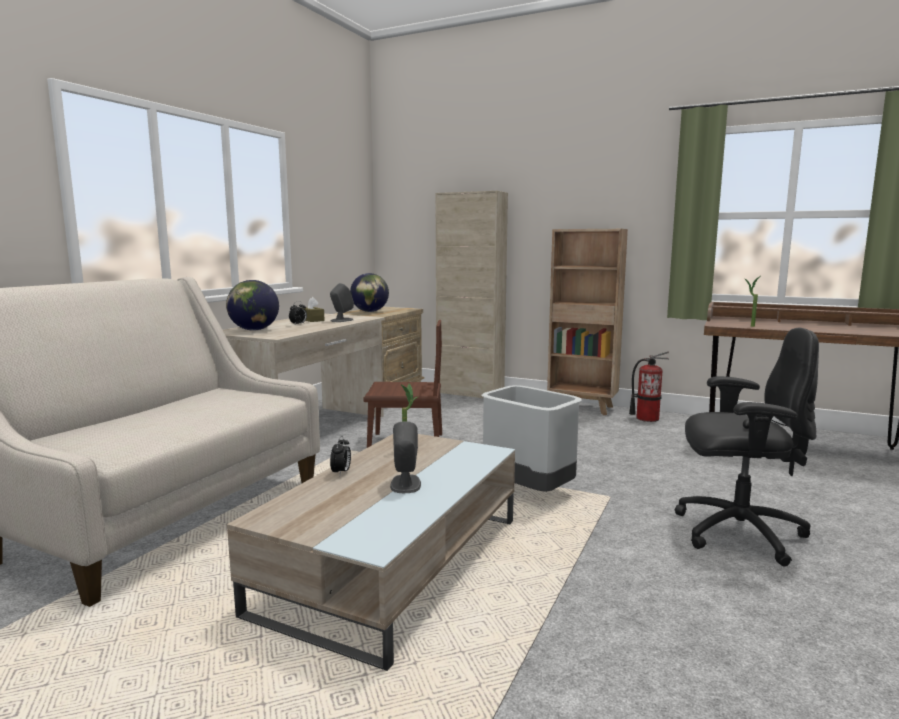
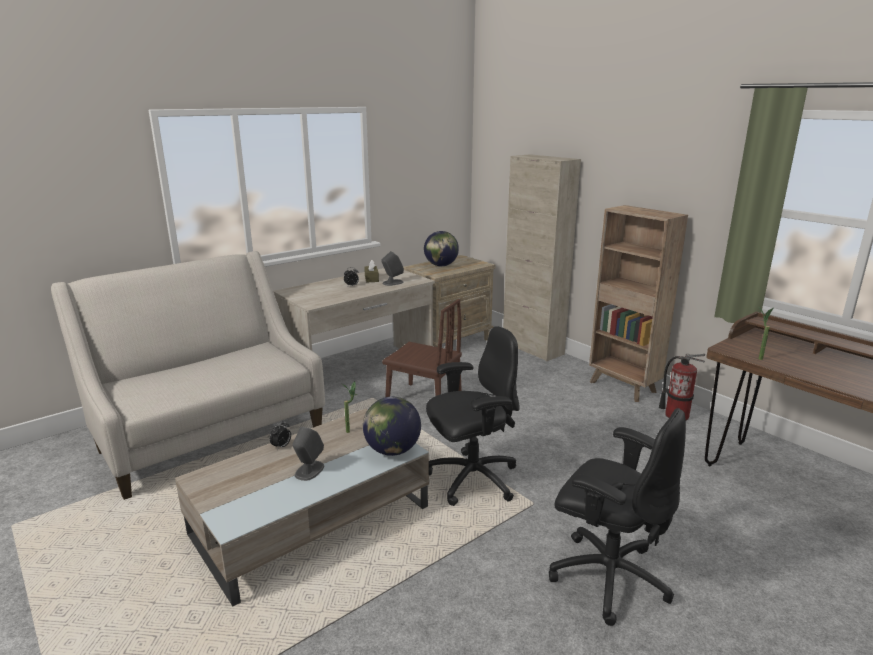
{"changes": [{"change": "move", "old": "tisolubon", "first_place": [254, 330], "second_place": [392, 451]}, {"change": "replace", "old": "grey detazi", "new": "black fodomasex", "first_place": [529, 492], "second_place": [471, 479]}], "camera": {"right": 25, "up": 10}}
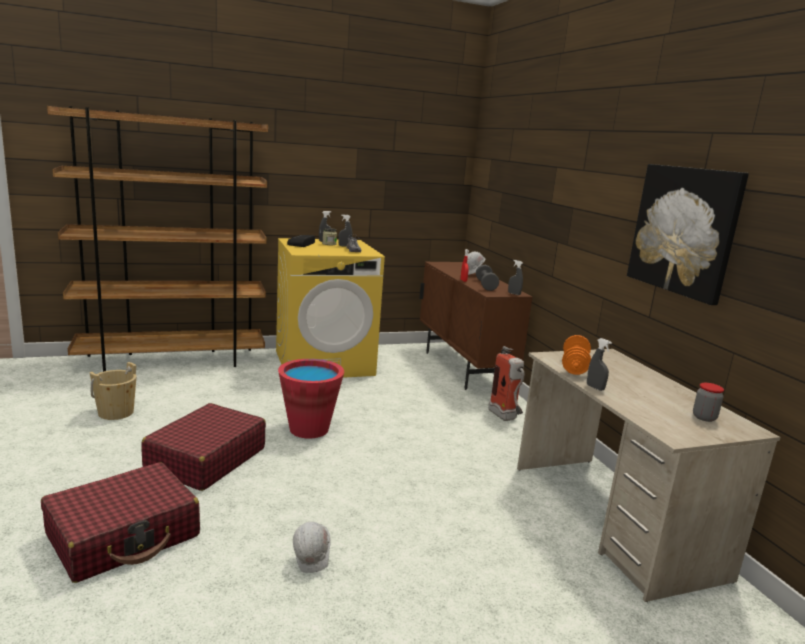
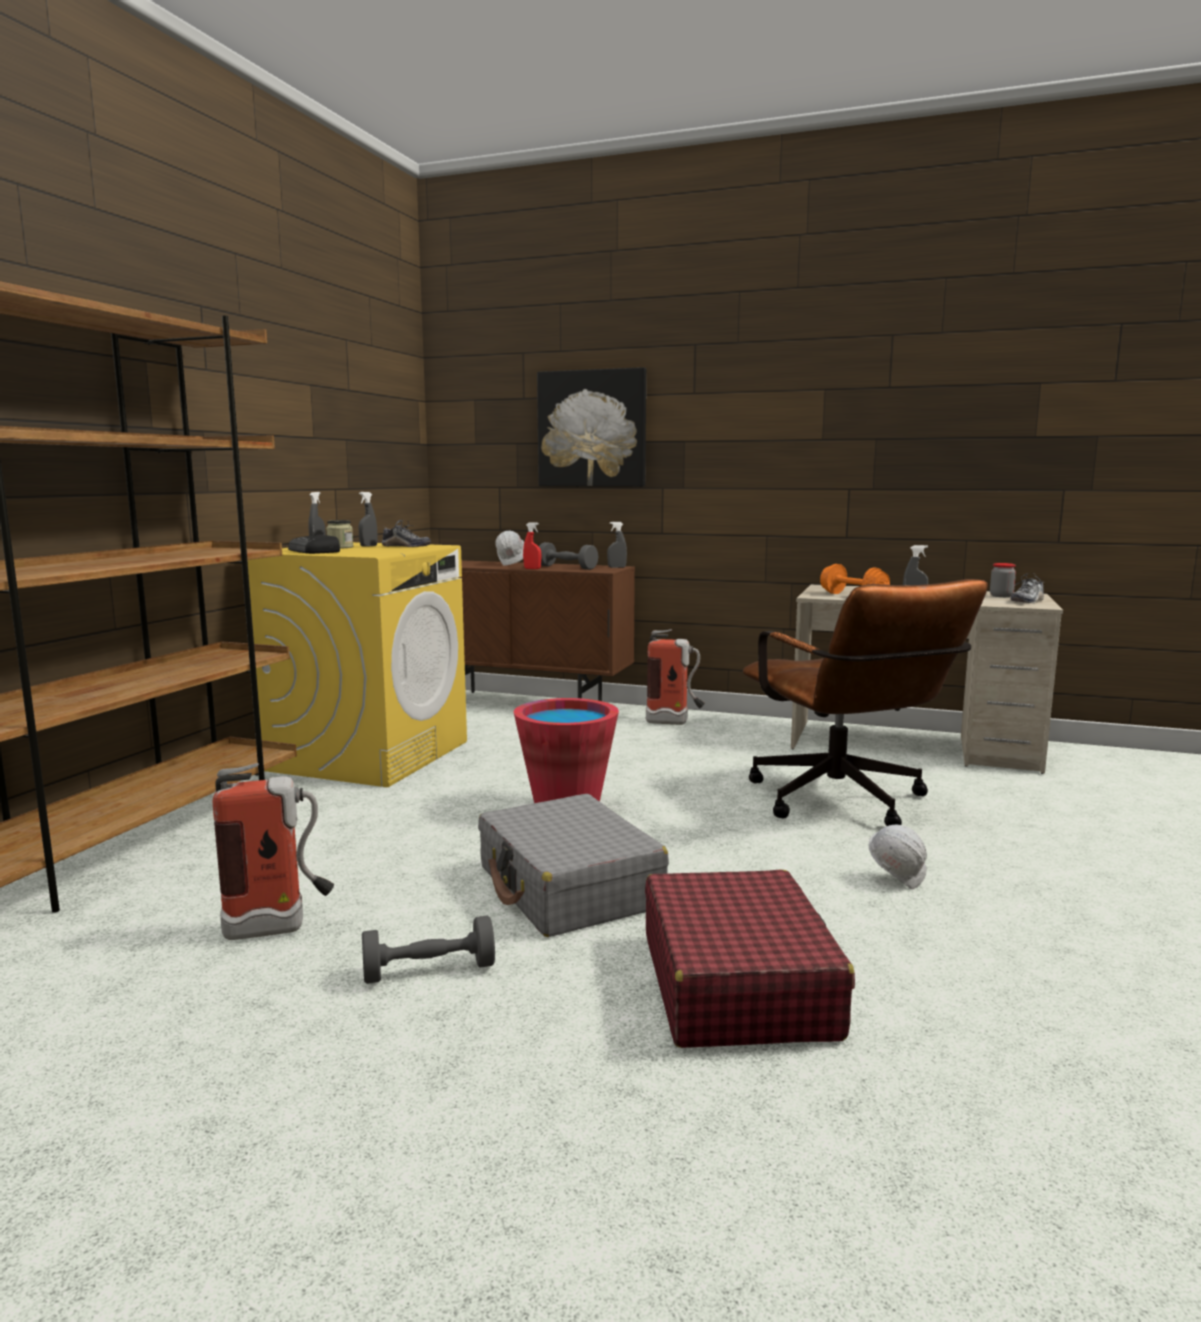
{"changes": [{"change": "replace", "old": "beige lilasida", "new": "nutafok", "first_place": [116, 412], "second_place": [280, 928]}, {"change": "recolor", "old": "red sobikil", "new": "grey sobikil", "first_place": [206, 459], "second_place": [569, 888]}, {"change": "move", "old": "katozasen", "first_place": [684, 230], "second_place": [592, 429]}, {"change": "insert", "new": "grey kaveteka", "second_place": [429, 971]}, {"change": "insert", "new": "brown fodomasex", "second_place": [845, 804]}, {"change": "insert", "new": "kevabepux", "second_place": [1028, 601]}], "camera": {"right": -50, "up": -5}}
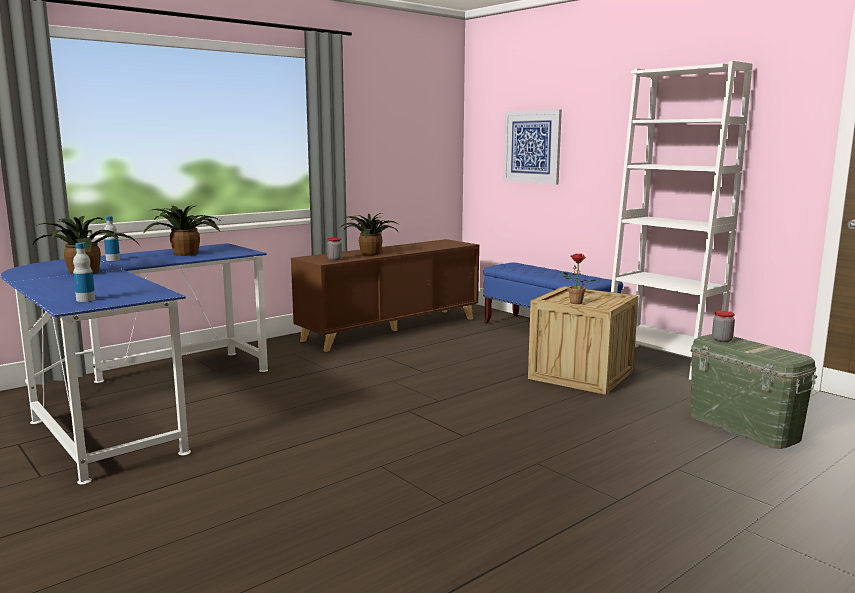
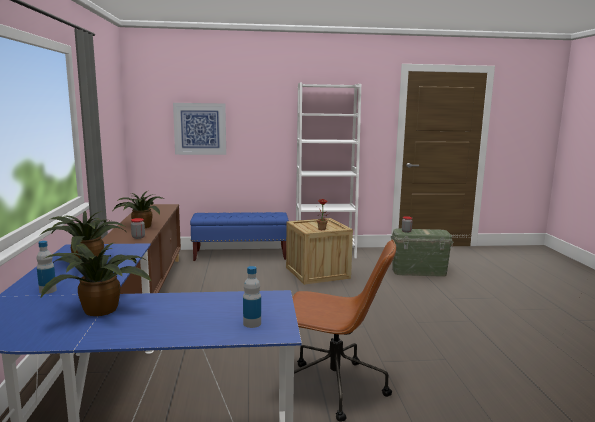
{"changes": [{"change": "insert", "new": "brown fodomasex", "second_place": [332, 387]}], "camera": {"right": -55, "up": 0}}
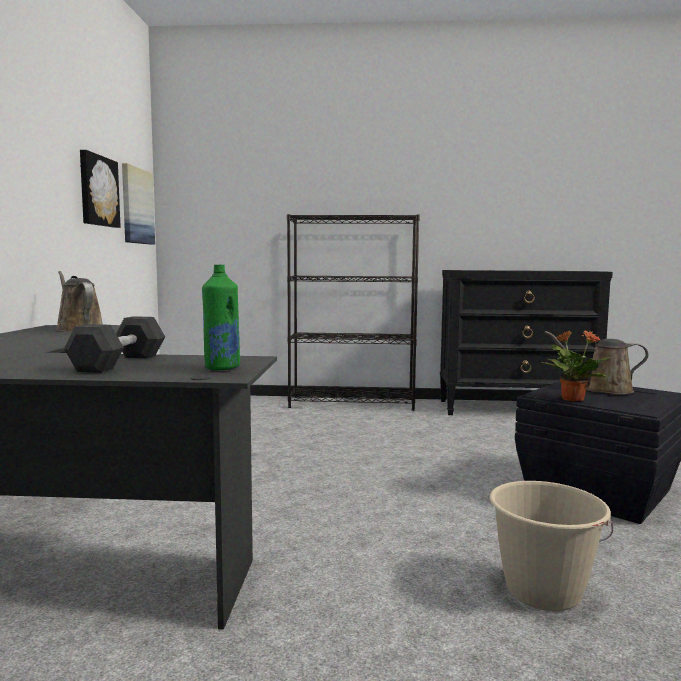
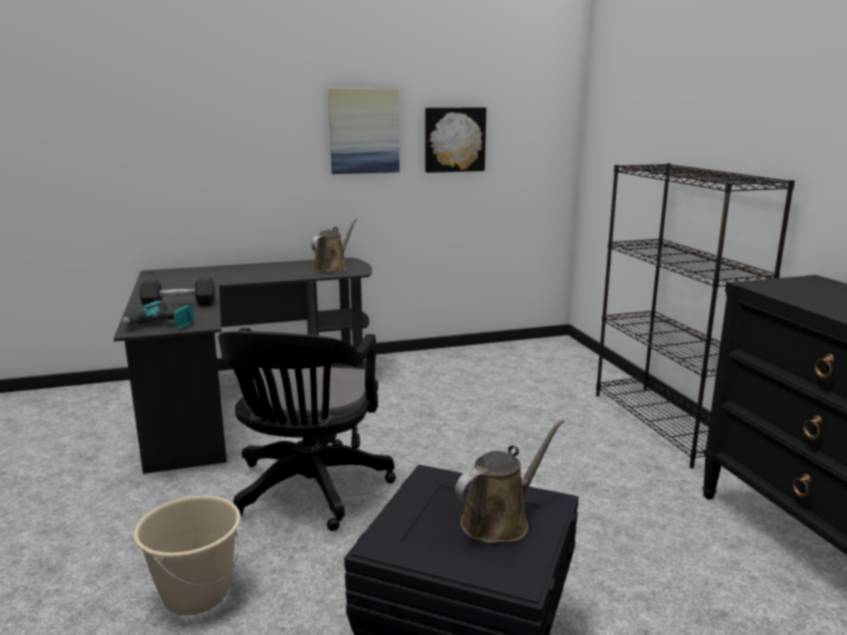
{"changes": [{"change": "move", "old": "katozasen", "first_place": [137, 206], "second_place": [364, 131]}, {"change": "replace", "old": "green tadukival", "new": "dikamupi", "first_place": [221, 368], "second_place": [160, 325]}, {"change": "delete", "old": "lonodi", "first_place": [572, 399]}, {"change": "rotate", "old": "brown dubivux", "first_place": [602, 389], "second_place": [500, 521], "degrees": 60}, {"change": "insert", "new": "black fodomasex", "second_place": [308, 491]}], "camera": {"right": 70, "up": 10}}
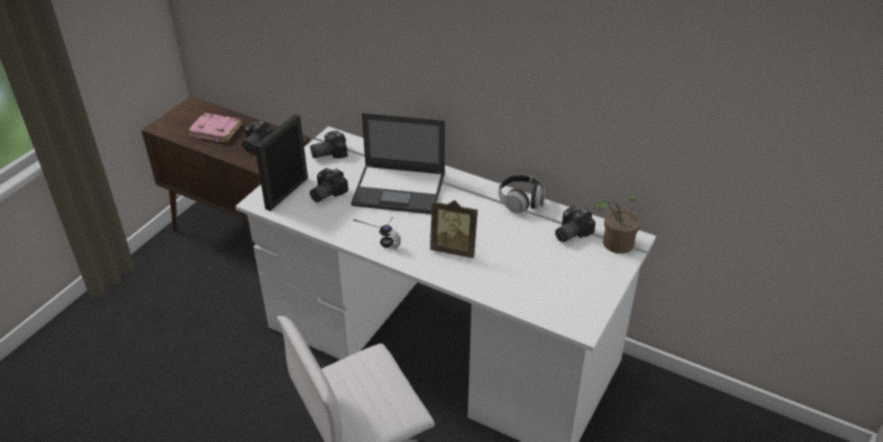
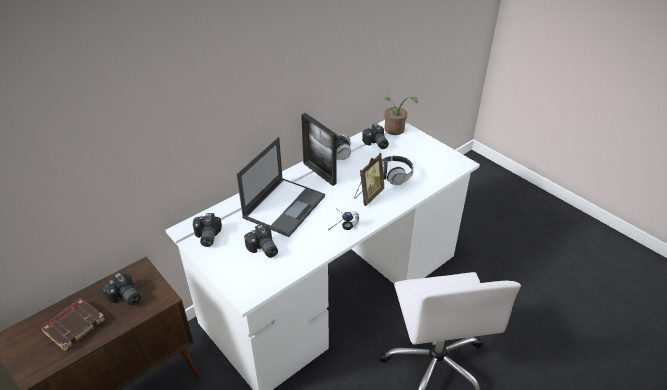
{"changes": [{"change": "recolor", "old": "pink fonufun", "new": "brown fonufun", "first_place": [216, 130], "second_place": [74, 325]}, {"change": "move", "old": "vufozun", "first_place": [287, 193], "second_place": [319, 173]}, {"change": "insert", "new": "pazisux", "second_place": [394, 176]}], "camera": {"right": -70, "up": 0}}
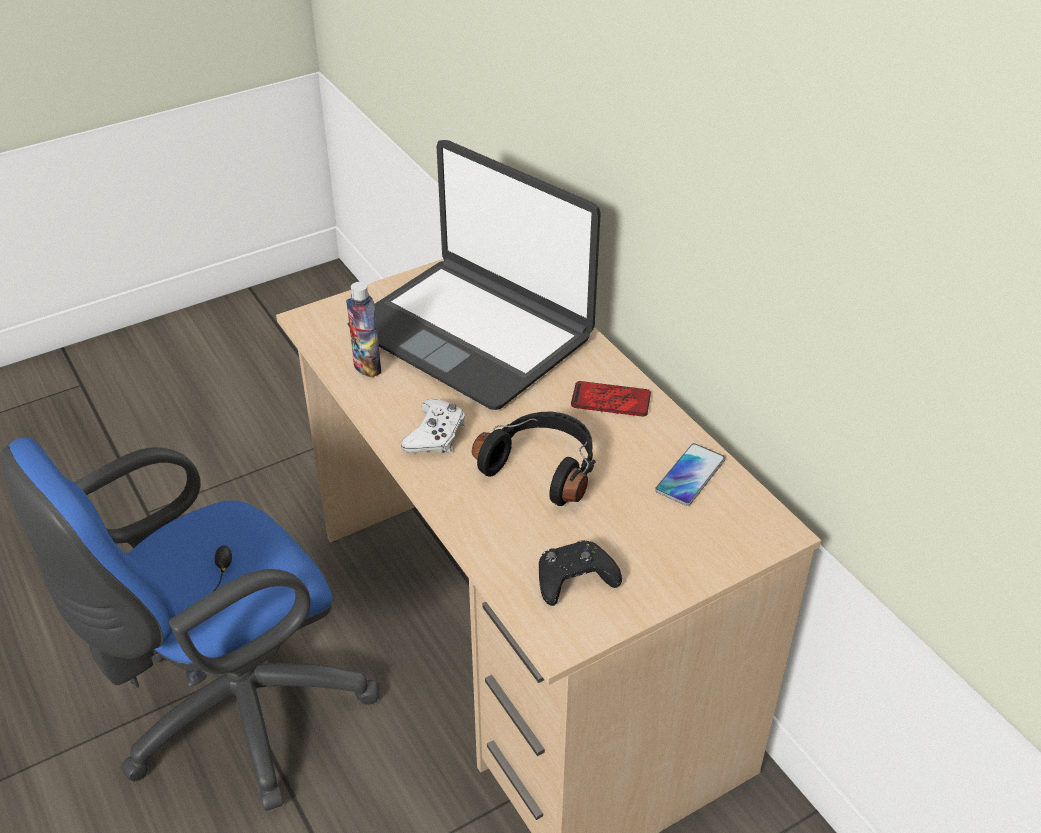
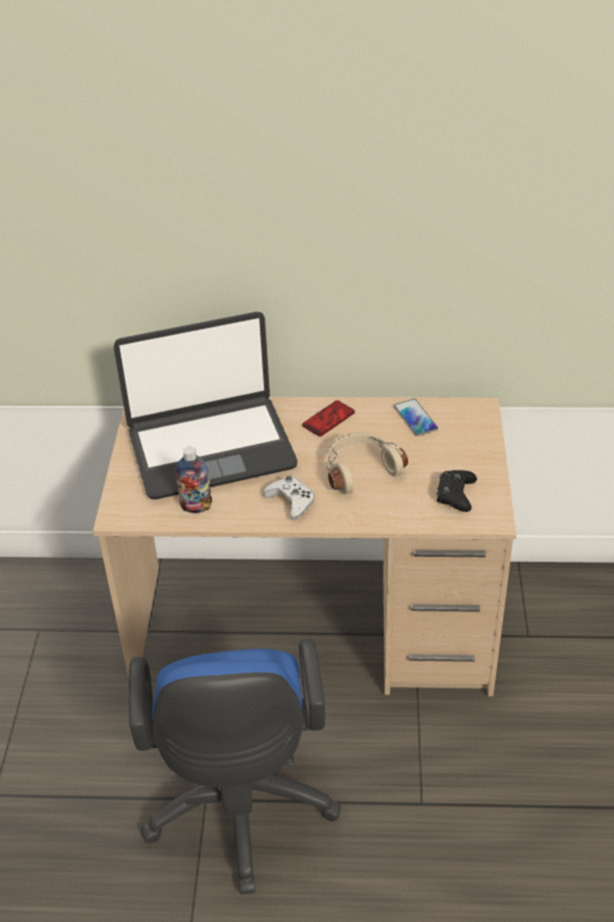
{"changes": [{"change": "recolor", "old": "black pazisux", "new": "beige pazisux", "first_place": [543, 467], "second_place": [360, 469]}], "camera": {"right": -55, "up": 0}}
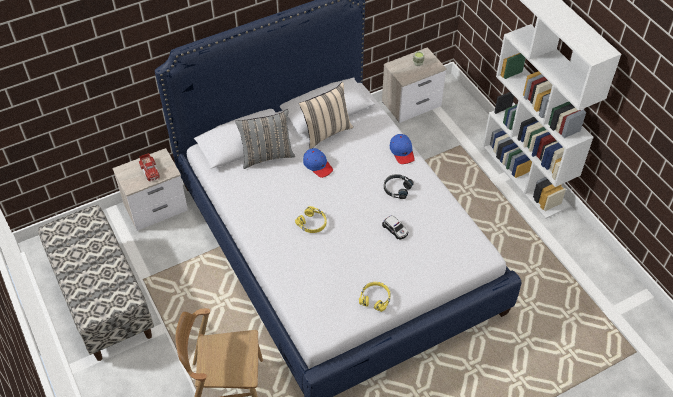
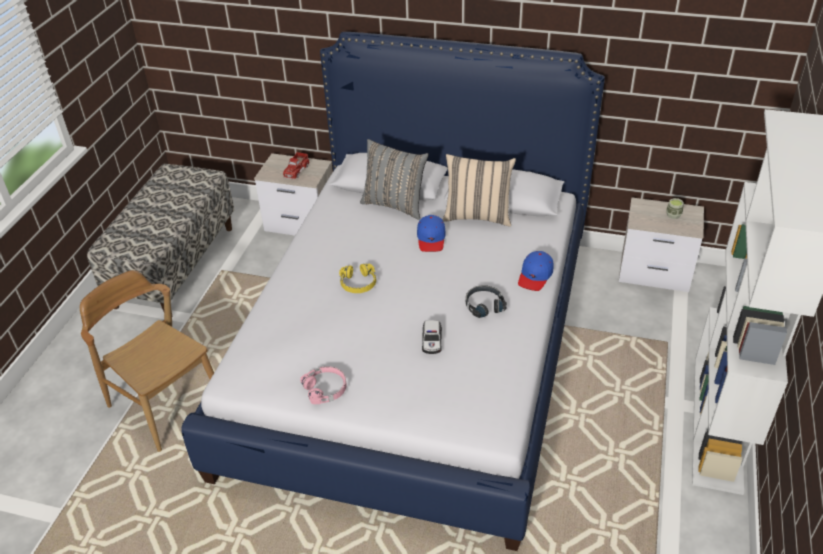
{"changes": [{"change": "recolor", "old": "yellow pazisux", "new": "pink pazisux", "first_place": [375, 298], "second_place": [326, 389]}], "camera": {"right": 45, "up": -10}}
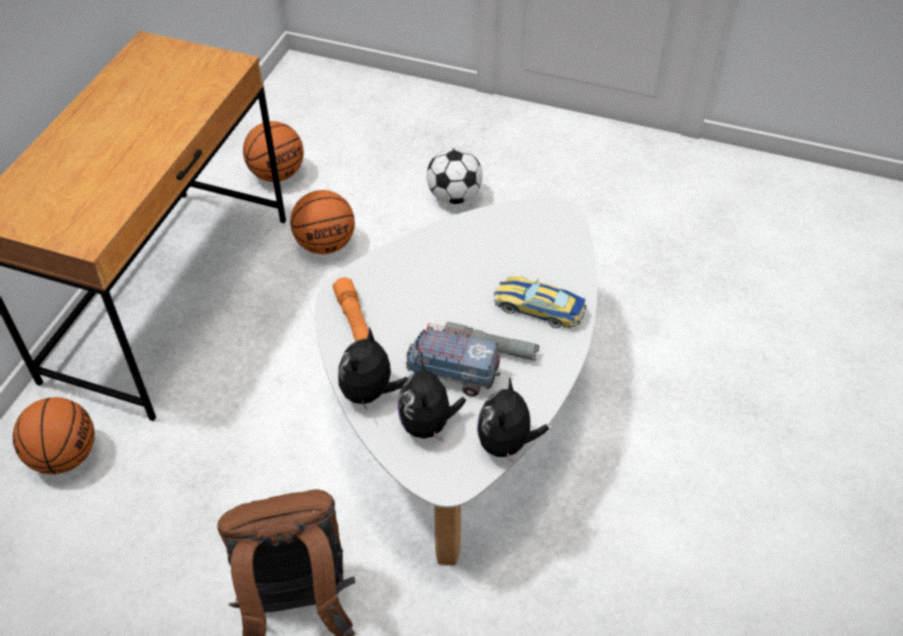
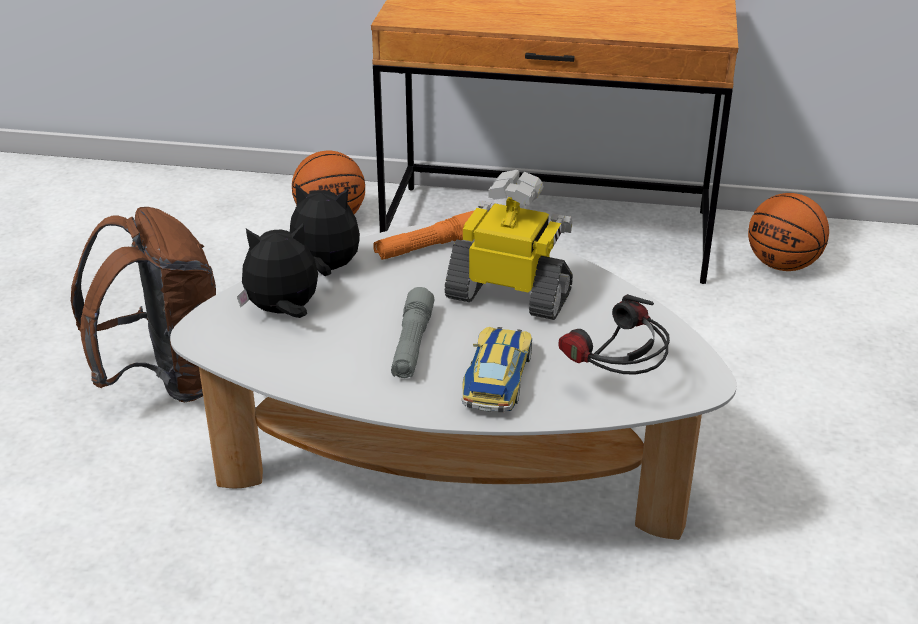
{"changes": [{"change": "delete", "old": "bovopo", "first_place": [325, 244]}, {"change": "delete", "old": "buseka", "first_place": [452, 375]}, {"change": "delete", "old": "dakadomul", "first_place": [454, 196]}, {"change": "delete", "old": "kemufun", "first_place": [506, 444]}, {"change": "insert", "new": "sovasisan", "second_place": [510, 295]}, {"change": "insert", "new": "pazisux", "second_place": [615, 385]}], "camera": {"right": 80, "up": -15}}
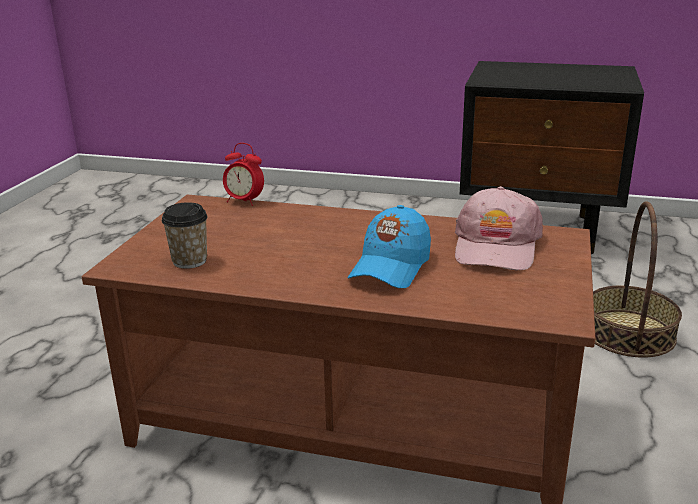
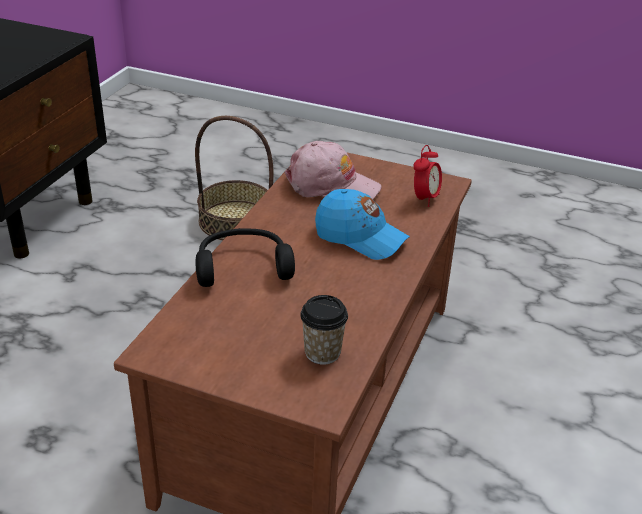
{"changes": [{"change": "move", "old": "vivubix", "first_place": [244, 201], "second_place": [425, 199]}, {"change": "insert", "new": "black pazisux", "second_place": [243, 266]}], "camera": {"right": -85, "up": 10}}
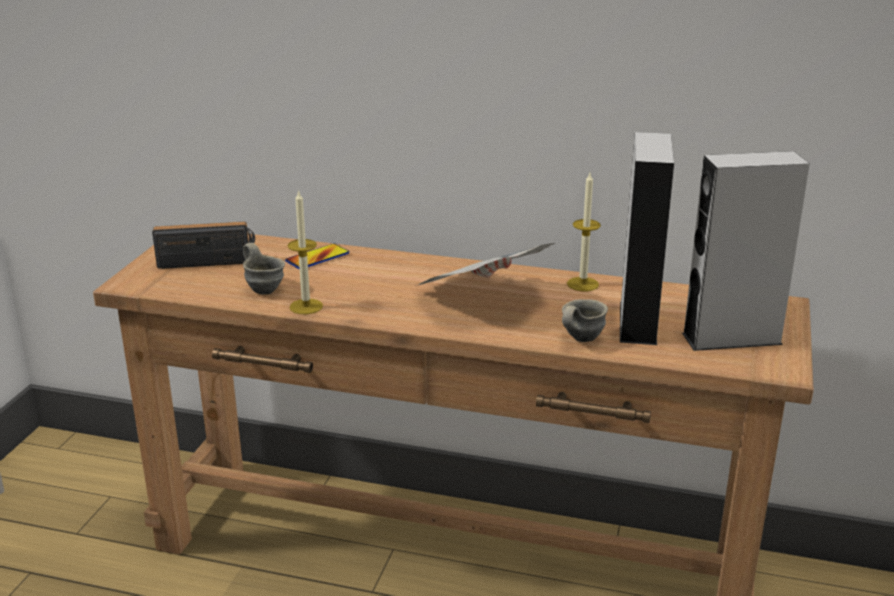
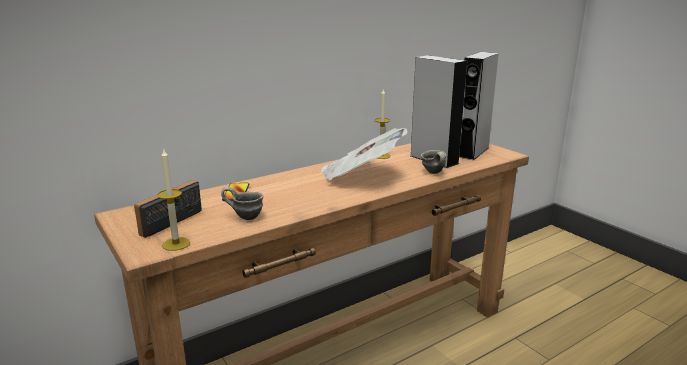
{"changes": [{"change": "move", "old": "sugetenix", "first_place": [306, 306], "second_place": [176, 244]}], "camera": {"right": -50, "up": -5}}
